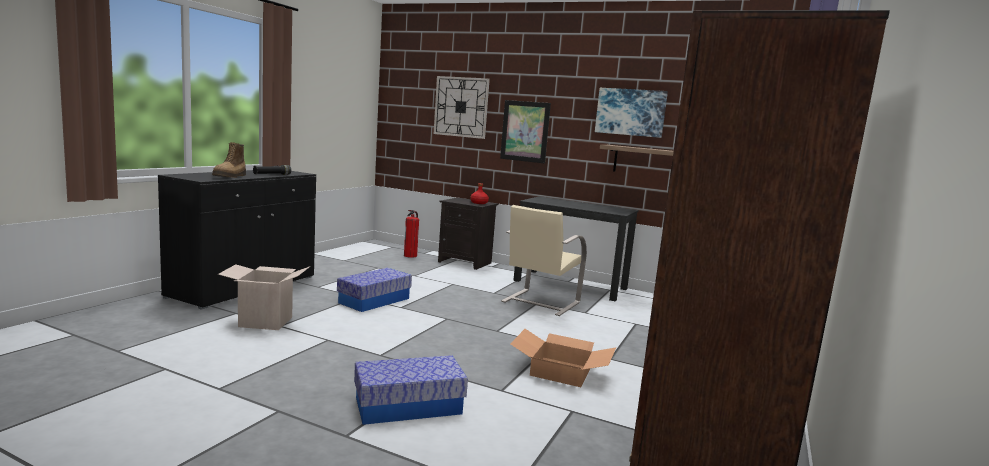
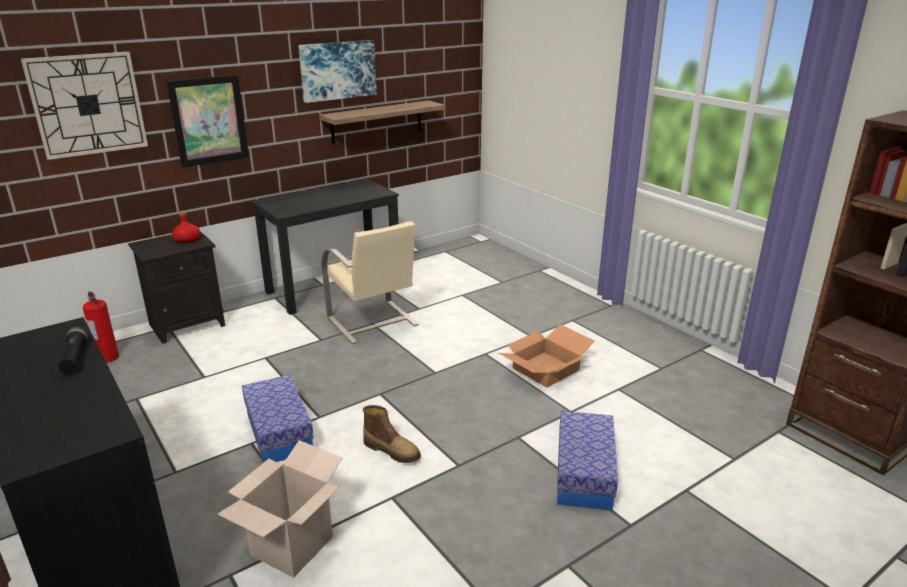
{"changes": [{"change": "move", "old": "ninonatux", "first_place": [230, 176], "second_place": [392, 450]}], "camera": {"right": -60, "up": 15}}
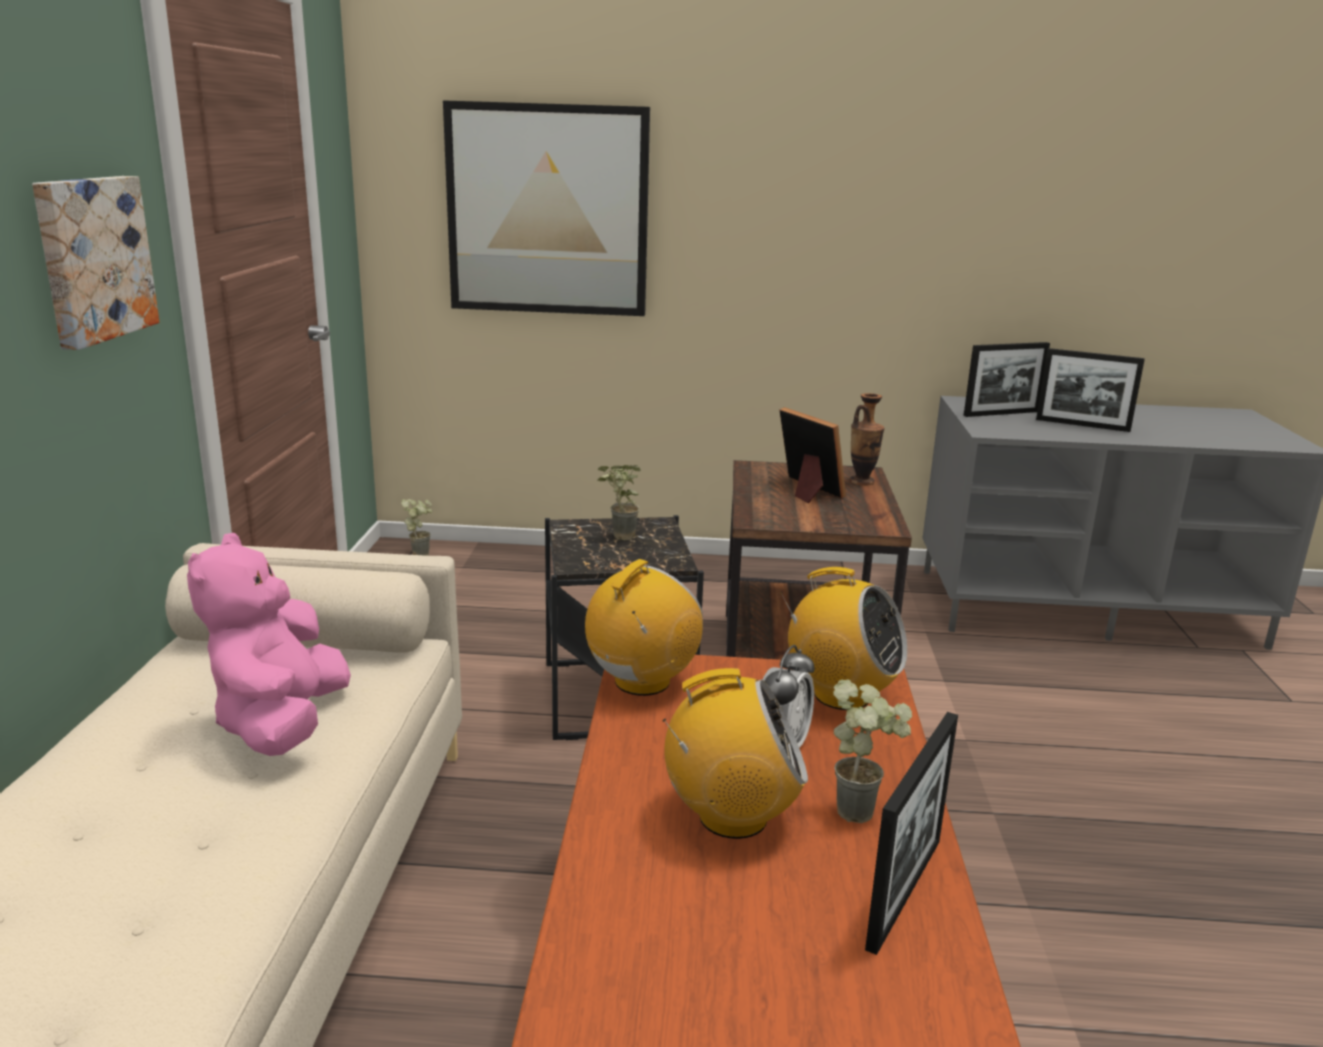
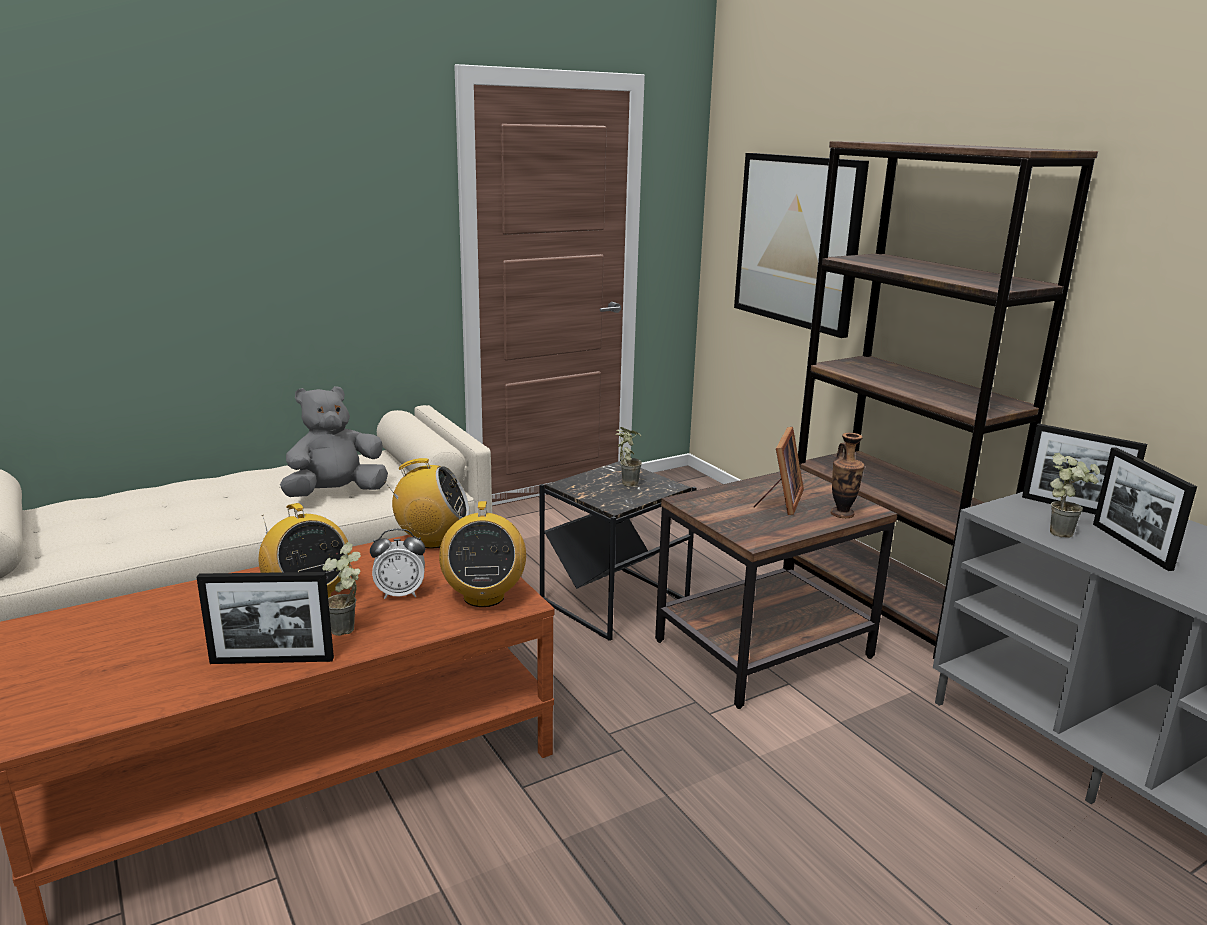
{"changes": [{"change": "delete", "old": "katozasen", "first_place": [92, 259]}, {"change": "recolor", "old": "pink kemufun", "new": "grey kemufun", "first_place": [281, 724], "second_place": [335, 493]}, {"change": "move", "old": "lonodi", "first_place": [421, 553], "second_place": [1063, 532]}, {"change": "insert", "new": "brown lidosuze", "second_place": [885, 601]}], "camera": {"right": 55, "up": 0}}
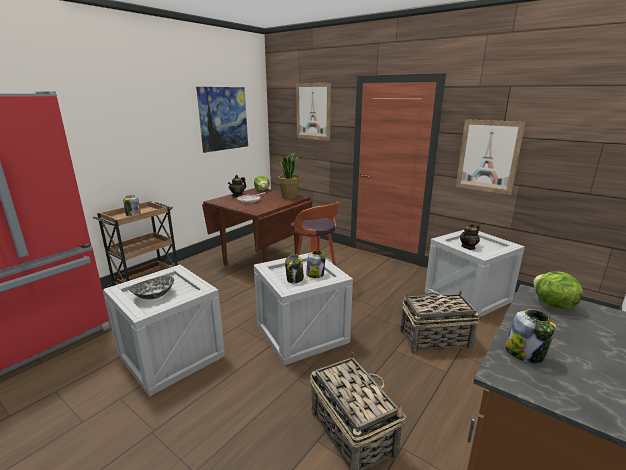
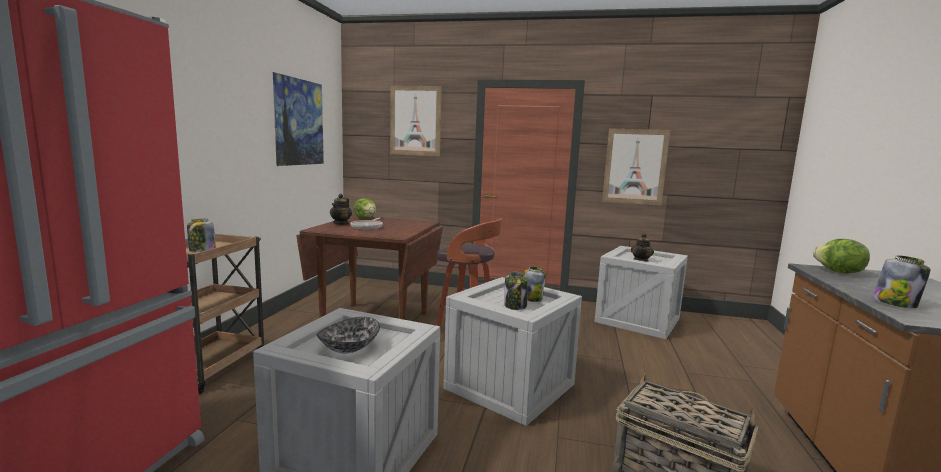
{"changes": [{"change": "delete", "old": "lonodi", "first_place": [289, 197]}, {"change": "delete", "old": "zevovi", "first_place": [434, 339]}], "camera": {"right": -25, "up": -10}}
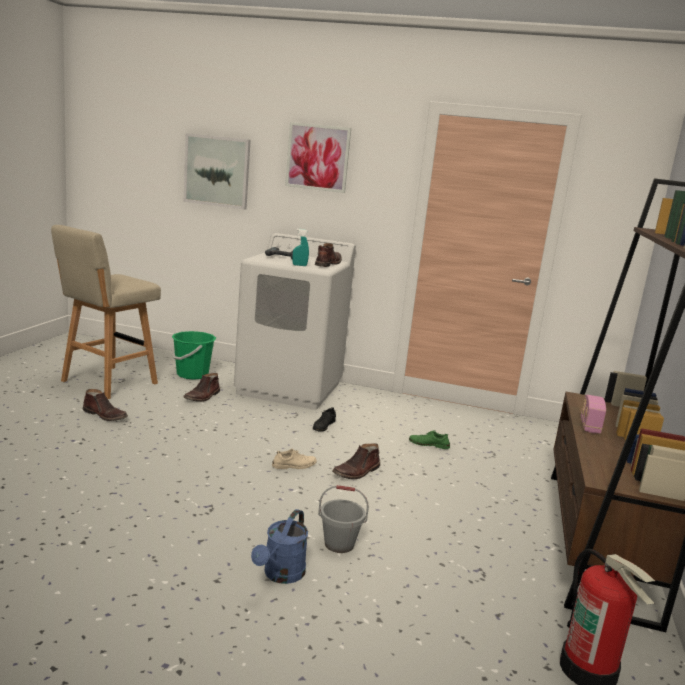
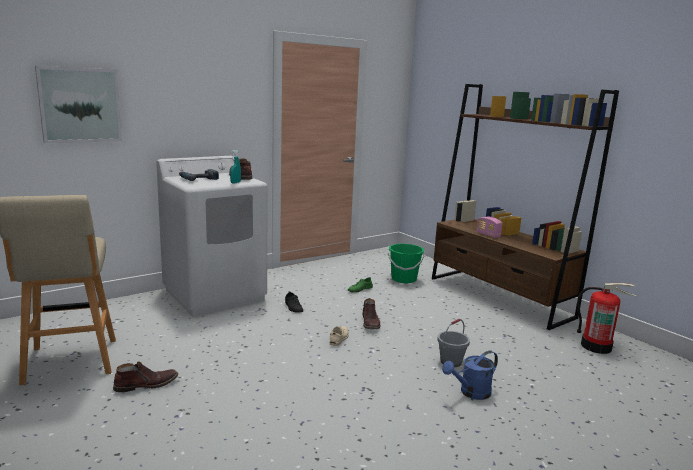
{"changes": [{"change": "move", "old": "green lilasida", "first_place": [192, 374], "second_place": [404, 279]}, {"change": "delete", "old": "brown ninonatux", "first_place": [202, 397]}, {"change": "rotate", "old": "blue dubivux", "first_place": [281, 575], "second_place": [471, 393], "degrees": 90}, {"change": "delete", "old": "katozasen", "first_place": [318, 157]}], "camera": {"right": -50, "up": 0}}
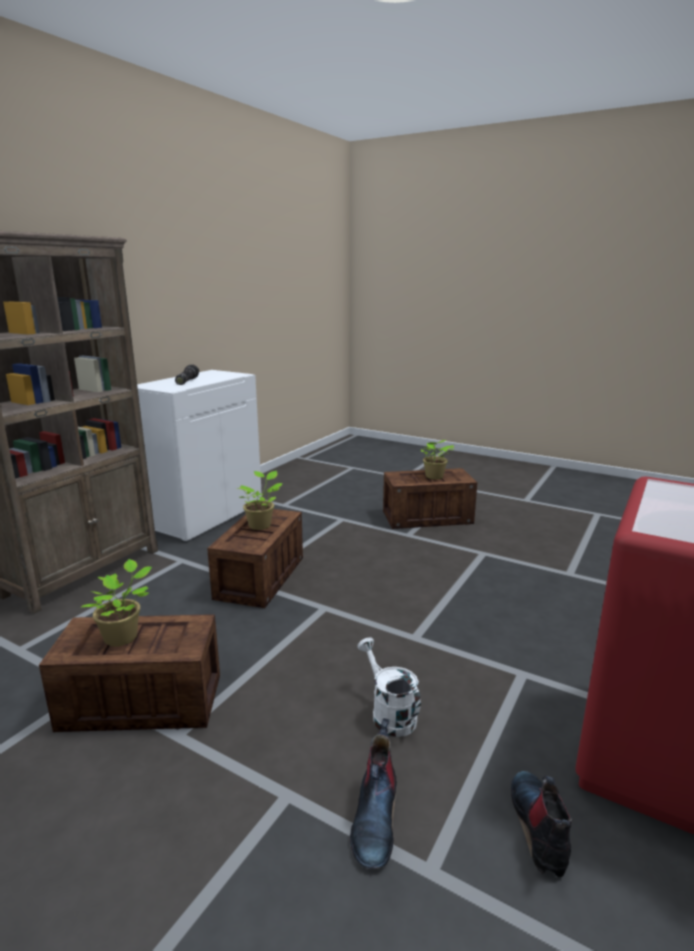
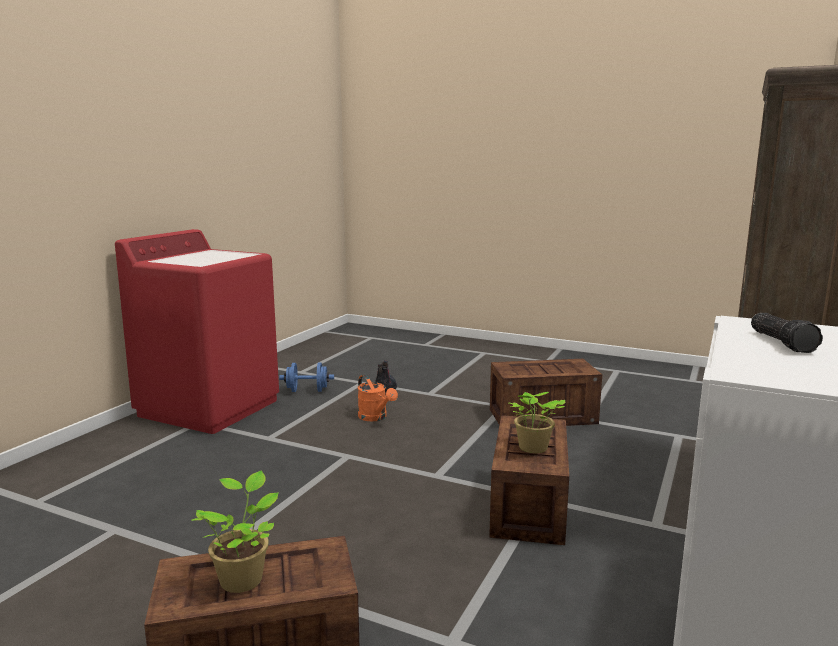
{"changes": [{"change": "delete", "old": "lonodi", "first_place": [123, 636]}, {"change": "recolor", "old": "white dubivux", "new": "orange dubivux", "first_place": [389, 713], "second_place": [375, 417]}, {"change": "replace", "old": "ninonatux", "new": "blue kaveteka", "first_place": [540, 828], "second_place": [307, 391]}], "camera": {"right": 175, "up": -5}}
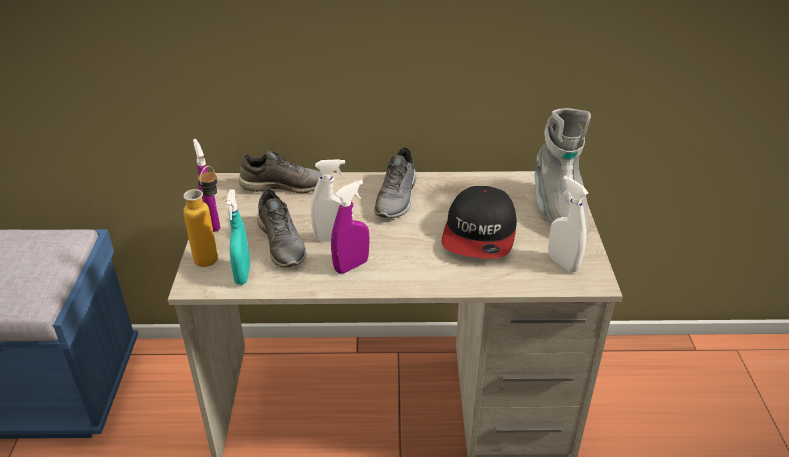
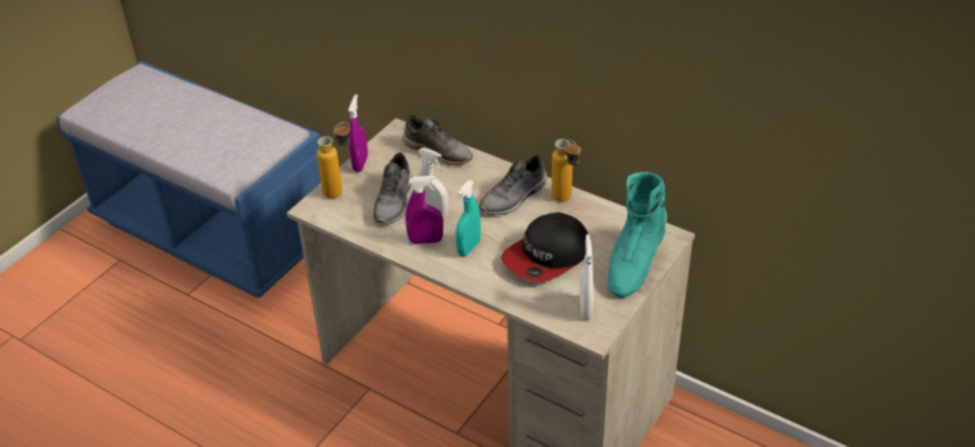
{"changes": [{"change": "move", "old": "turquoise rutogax", "first_place": [242, 274], "second_place": [469, 248]}, {"change": "recolor", "old": "grey ninonatux", "new": "turquoise ninonatux", "first_place": [558, 211], "second_place": [633, 264]}, {"change": "insert", "new": "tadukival", "second_place": [566, 201]}], "camera": {"right": 35, "up": 5}}
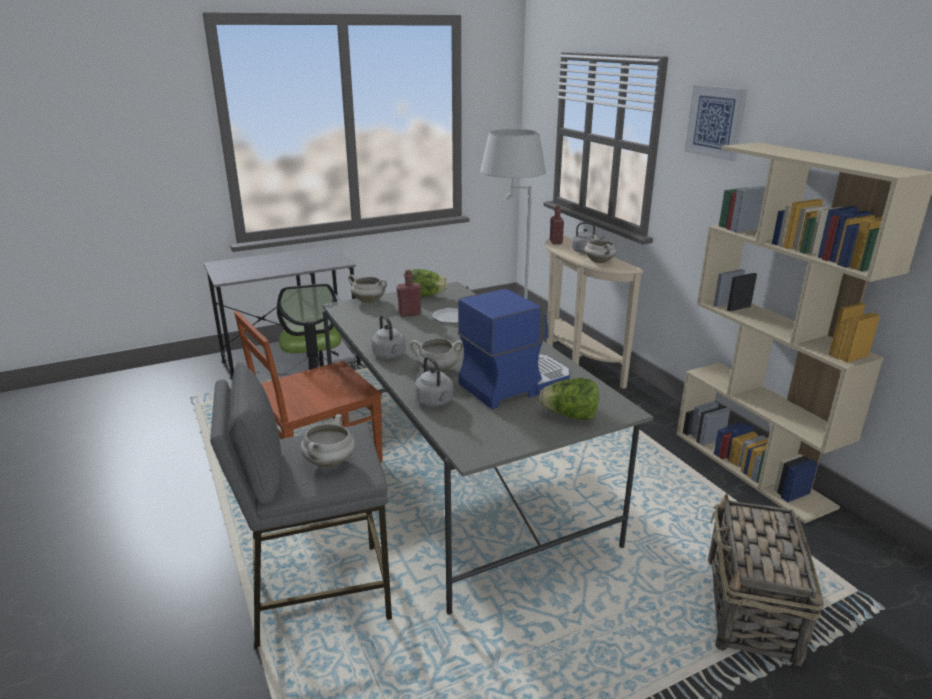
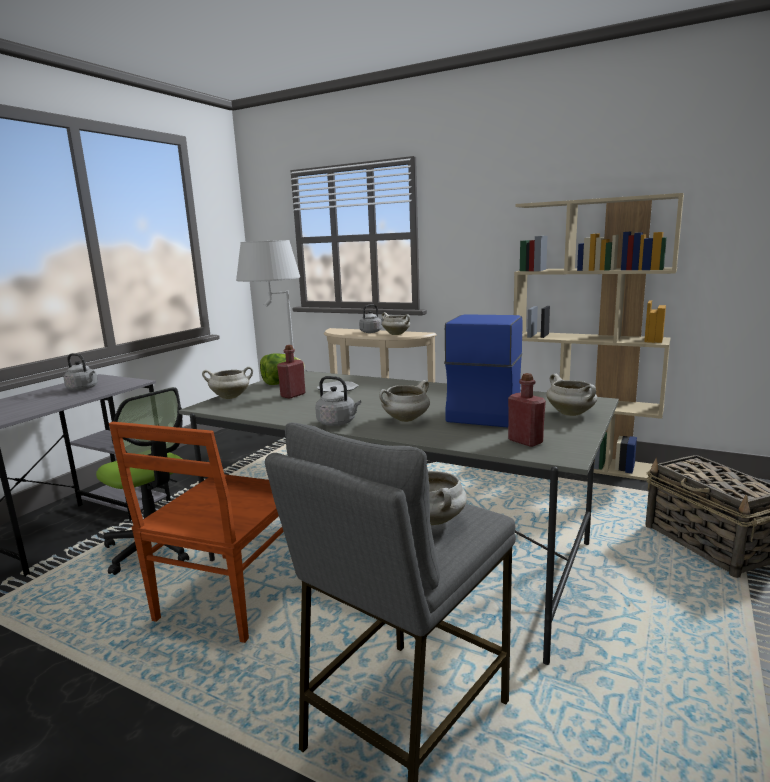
{"changes": [{"change": "move", "old": "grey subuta", "first_place": [435, 402], "second_place": [83, 388]}, {"change": "replace", "old": "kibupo", "new": "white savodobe", "first_place": [570, 416], "second_place": [571, 414]}, {"change": "move", "old": "red tadukival", "first_place": [556, 242], "second_place": [525, 441]}, {"change": "delete", "old": "katozasen", "first_place": [716, 122]}], "camera": {"right": -35, "up": -10}}
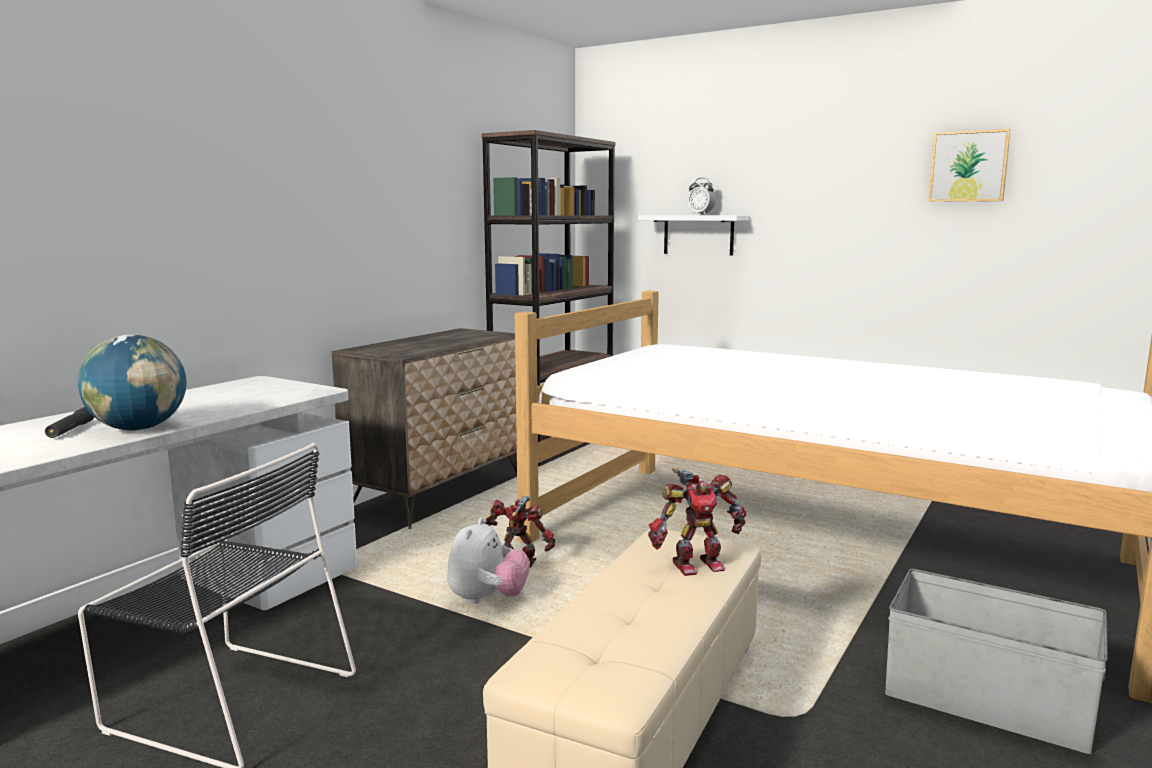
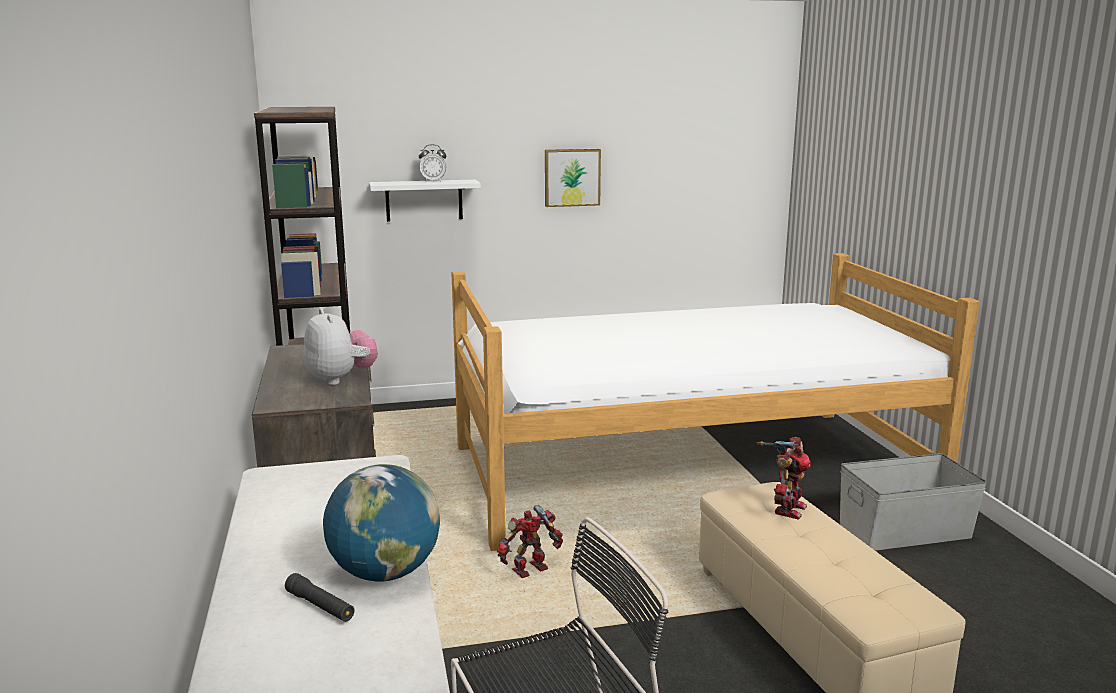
{"changes": [{"change": "move", "old": "kemufun", "first_place": [487, 600], "second_place": [340, 379]}, {"change": "move", "old": "katozasen", "first_place": [969, 166], "second_place": [572, 177]}], "camera": {"right": -45, "up": 5}}
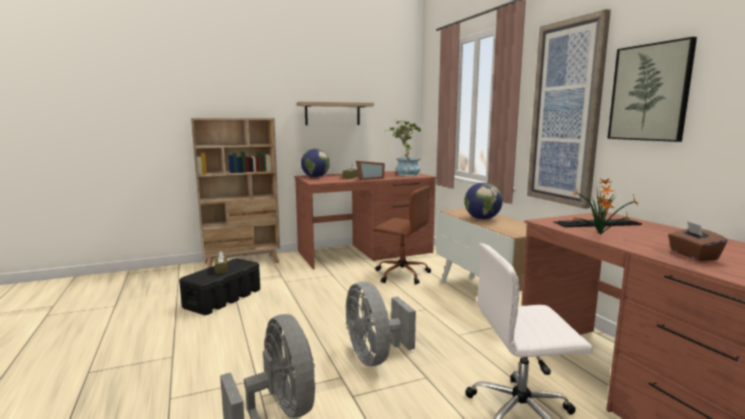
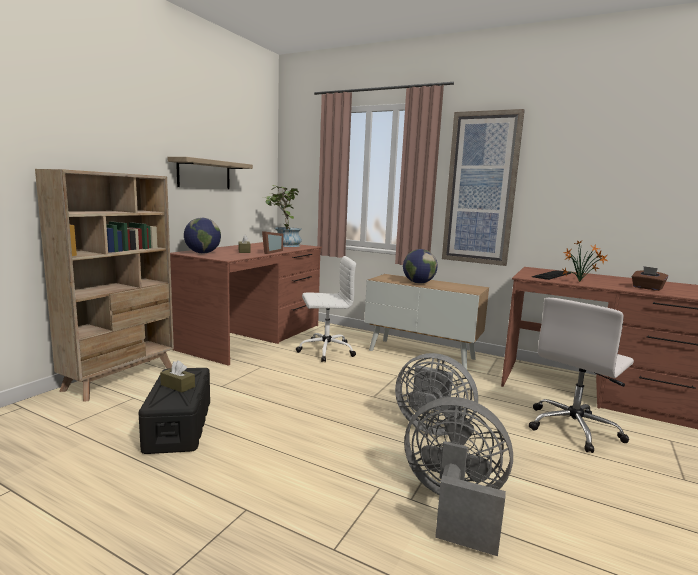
{"changes": [{"change": "recolor", "old": "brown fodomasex", "new": "white fodomasex", "first_place": [401, 274], "second_place": [325, 350]}, {"change": "delete", "old": "katozasen", "first_place": [650, 92]}], "camera": {"right": -40, "up": 0}}
